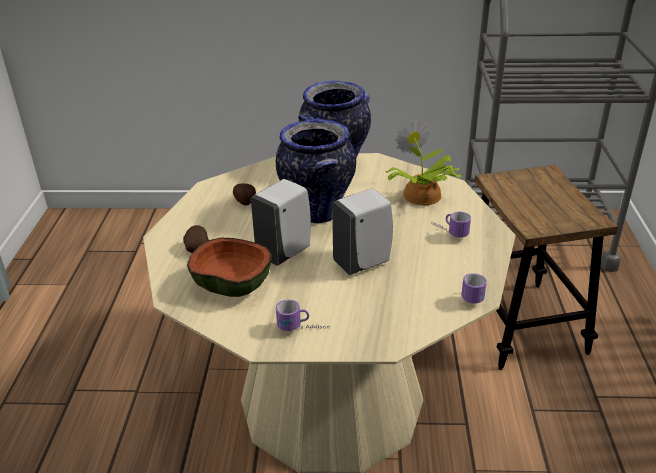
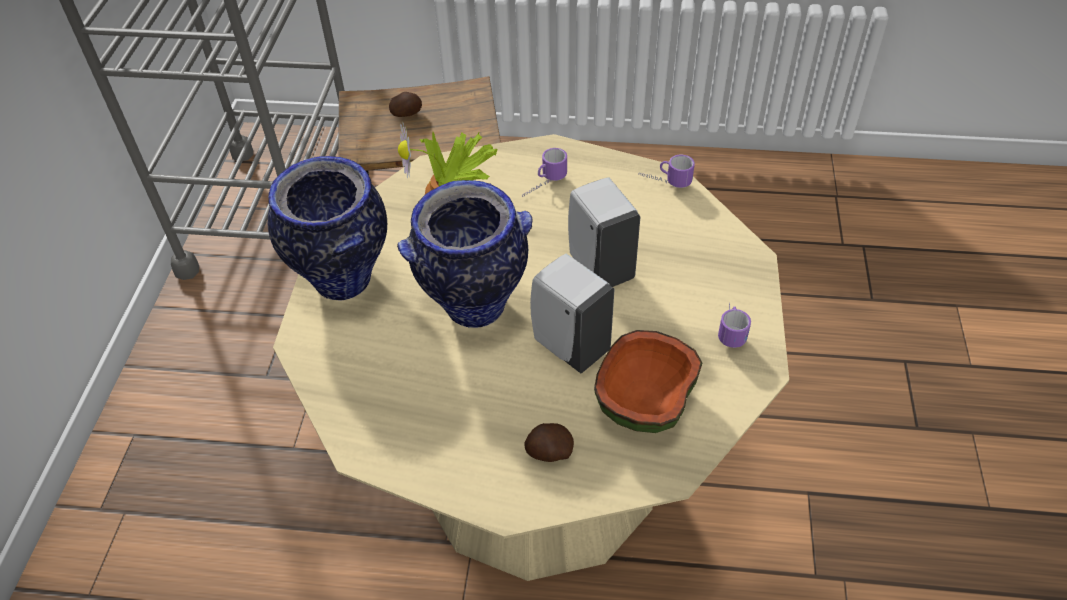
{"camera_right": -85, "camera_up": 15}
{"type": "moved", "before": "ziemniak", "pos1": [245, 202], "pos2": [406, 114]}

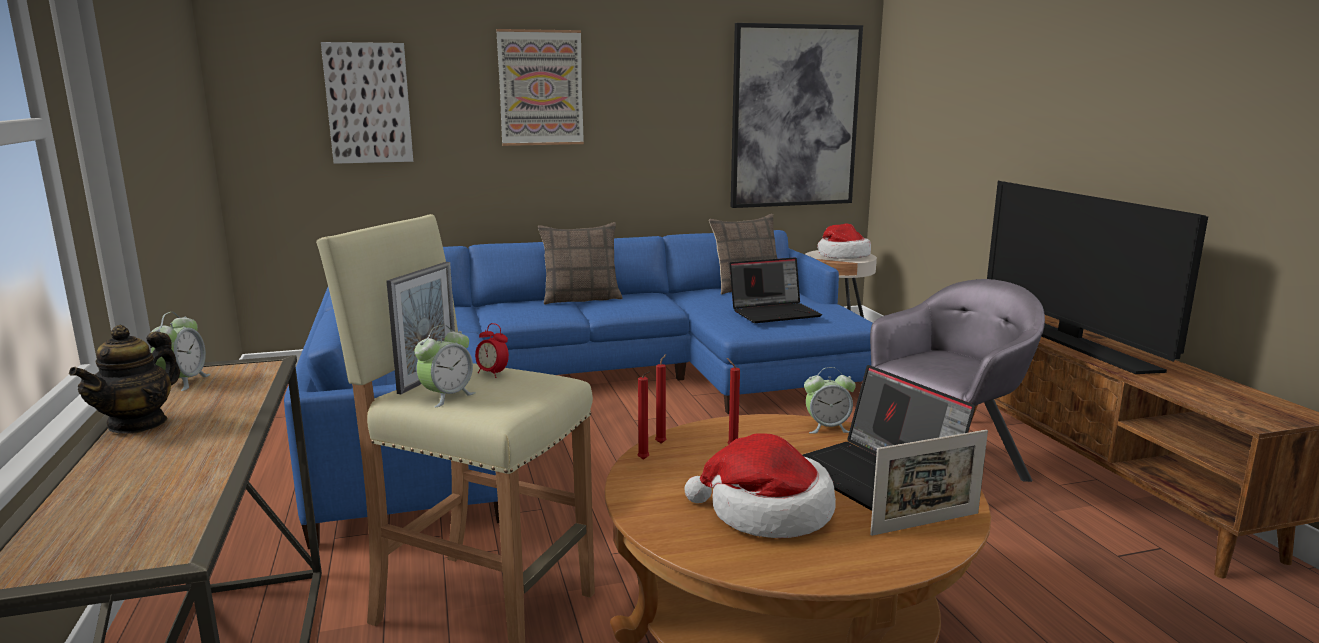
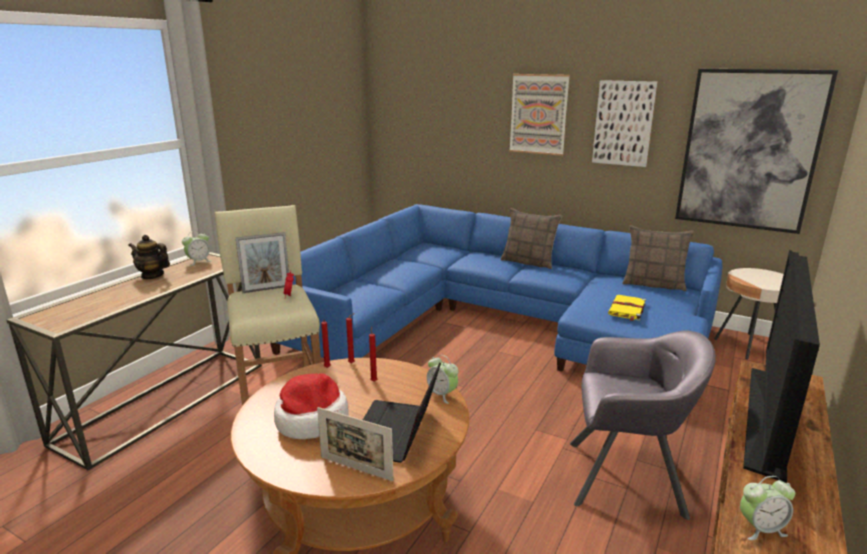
{"camera_right": 45, "camera_up": 5}
{"type": "turned", "before": "imbryk", "pos1": [138, 423], "pos2": [152, 275], "turn": 45}
{"type": "moved", "before": "obraz", "pos1": [368, 103], "pos2": [623, 123]}
{"type": "moved", "before": "budzik", "pos1": [447, 397], "pos2": [760, 529]}
{"type": "replaced", "before": "laptop", "after": "książka [żółty]", "pos1": [775, 312], "pos2": [627, 309]}
{"type": "removed", "before": "kapelusz", "pos1": [842, 256]}

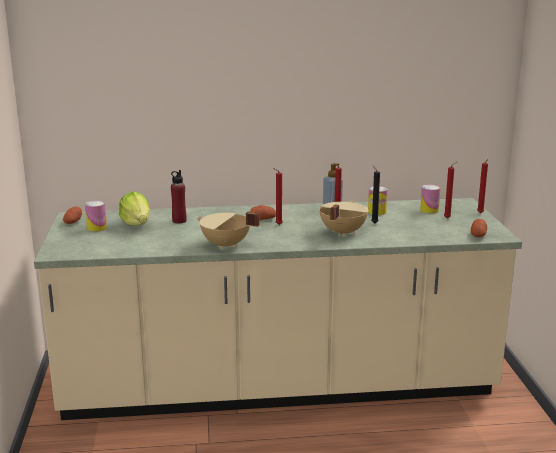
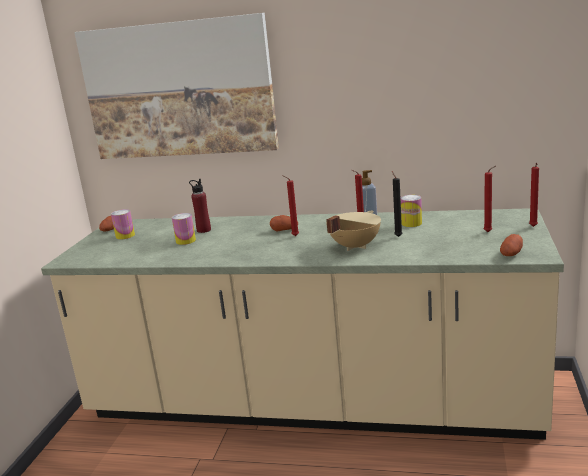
{"camera_right": 20, "camera_up": 0}
{"type": "removed", "before": "sałata", "pos1": [137, 224]}
{"type": "removed", "before": "garnek [beżowy]", "pos1": [225, 245]}
{"type": "moved", "before": "puszka", "pos1": [429, 210], "pos2": [185, 241]}
{"type": "added", "after": "obraz", "pos2": [179, 89]}

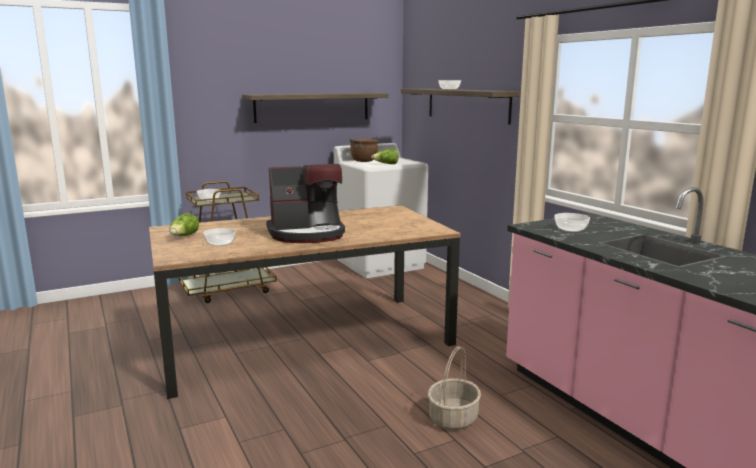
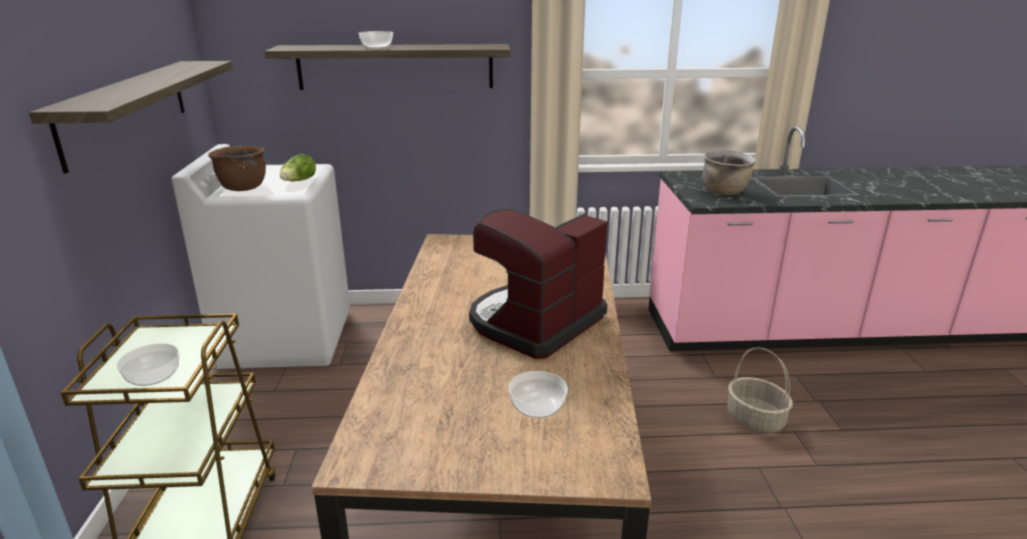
{"camera_right": -65, "camera_up": 10}
{"type": "removed", "before": "sałata", "pos1": [184, 236]}
{"type": "turned", "before": "ekspres do kawy", "pos1": [307, 234], "pos2": [534, 323], "turn": -150}
{"type": "replaced", "before": "miska", "after": "garnek [brązowy]", "pos1": [571, 229], "pos2": [724, 192]}

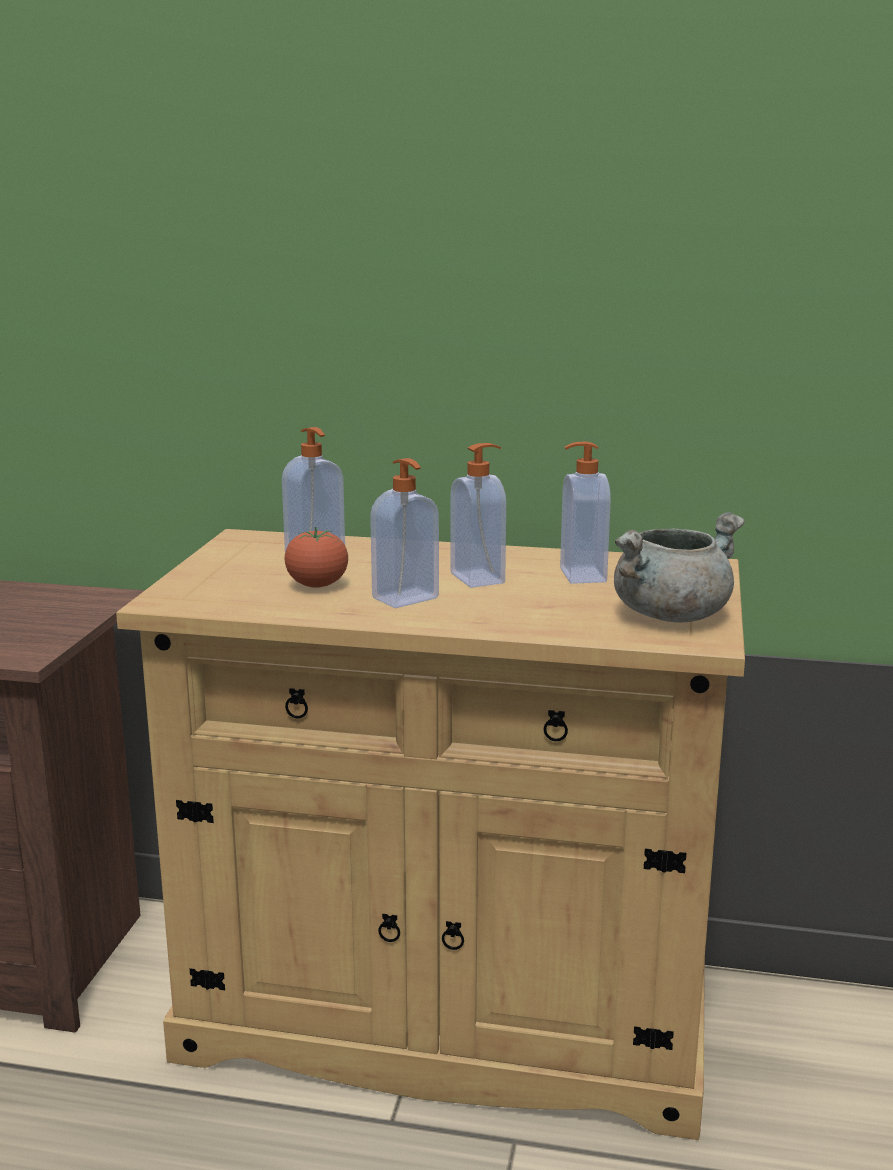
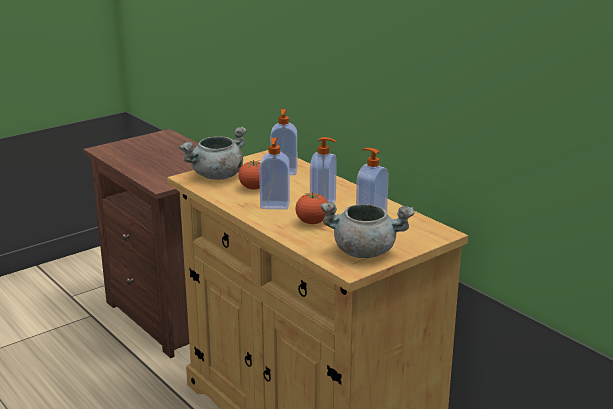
{"camera_right": 40, "camera_up": 5}
{"type": "added", "after": "garnek [szary]", "pos2": [217, 176]}
{"type": "added", "after": "pomidor", "pos2": [312, 222]}

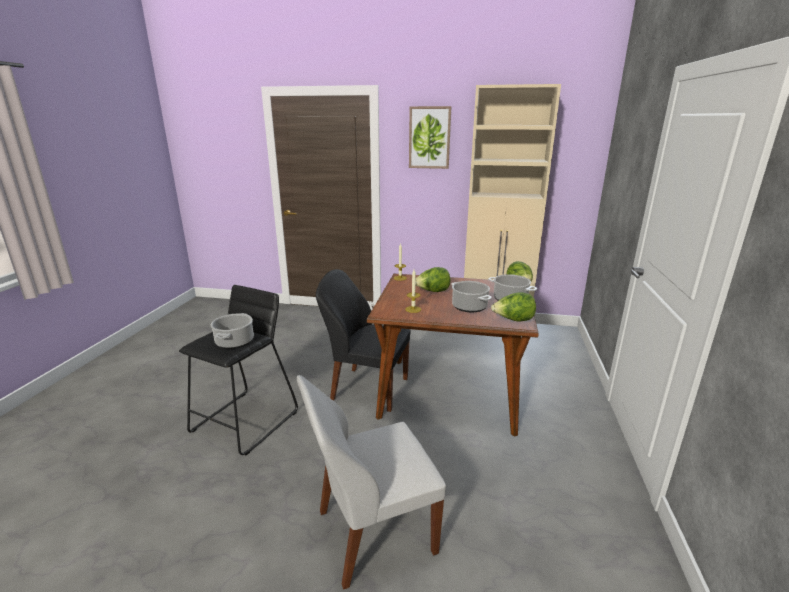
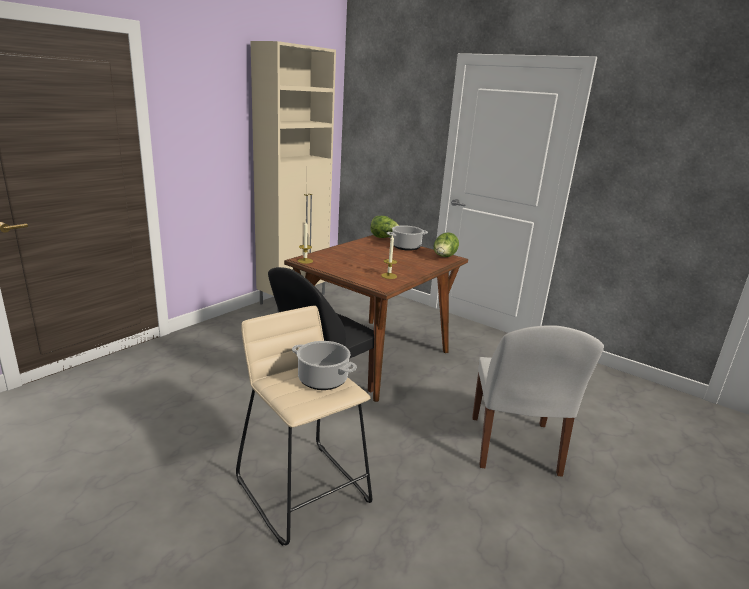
{"camera_right": -65, "camera_up": 0}
{"type": "recoloured", "before": "stołek [czarny]", "after": "stołek [beżowy]", "pos1": [245, 422], "pos2": [304, 490]}
{"type": "removed", "before": "obraz", "pos1": [429, 137]}
{"type": "removed", "before": "sałata", "pos1": [432, 292]}
{"type": "removed", "before": "garnek", "pos1": [469, 307]}

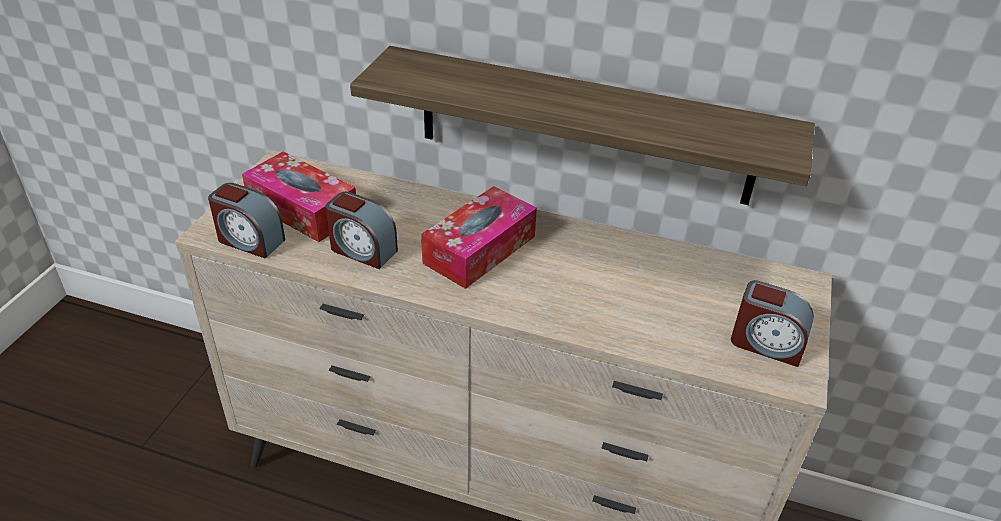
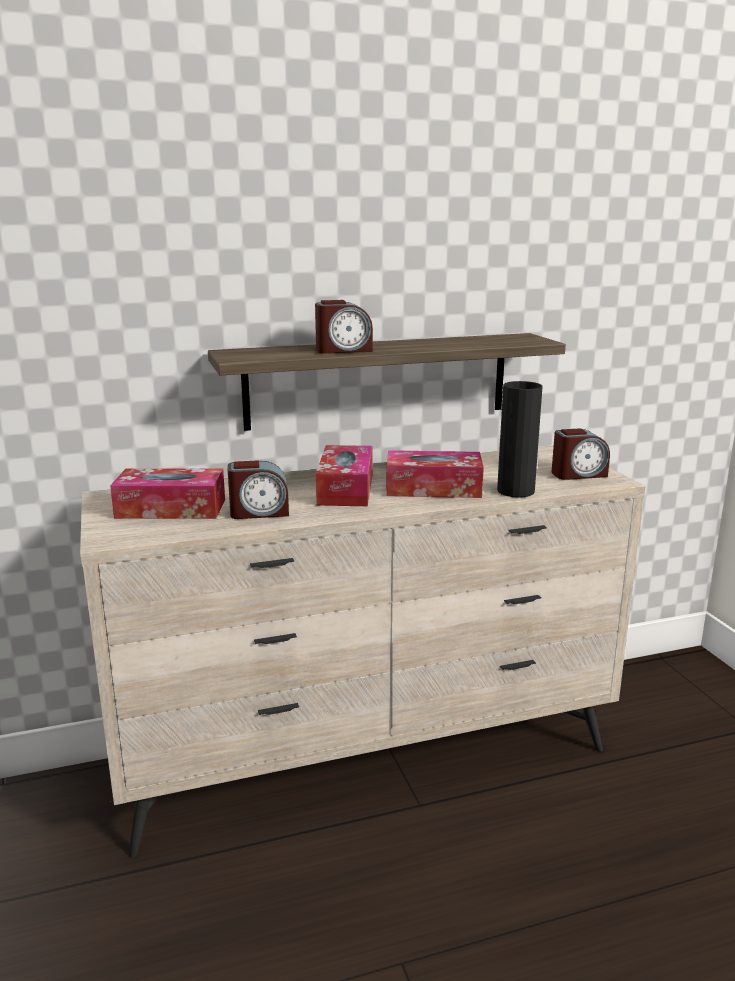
{"camera_right": -35, "camera_up": -20}
{"type": "moved", "before": "budzik", "pos1": [250, 240], "pos2": [343, 350]}
{"type": "added", "after": "pudełko chusteczek", "pos2": [433, 488]}
{"type": "added", "after": "wazon [czarny]", "pos2": [515, 491]}

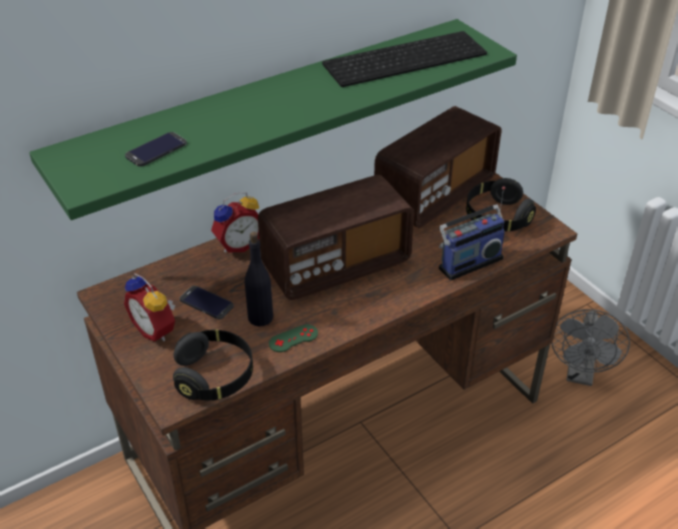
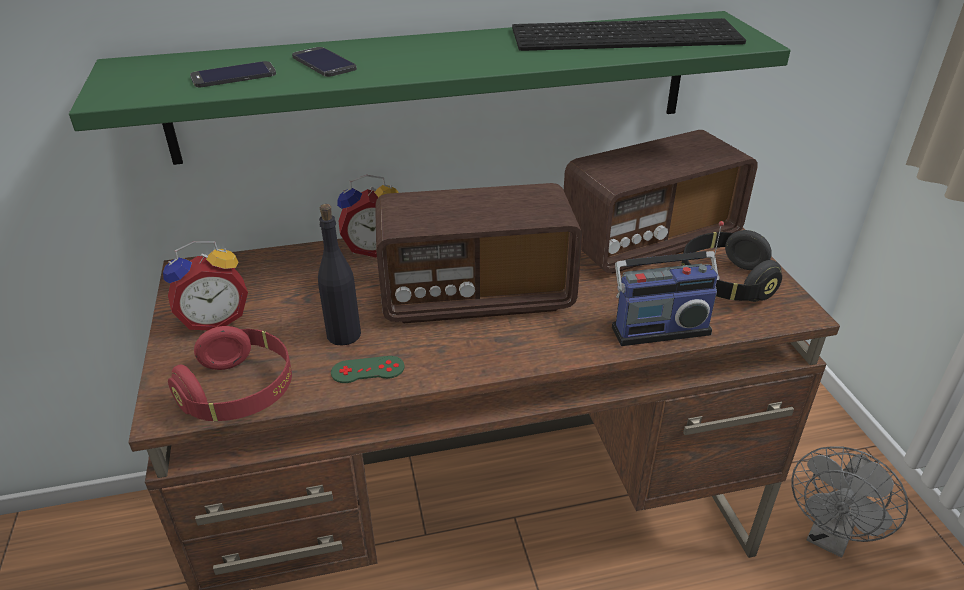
{"camera_right": 20, "camera_up": -5}
{"type": "turned", "before": "budzik", "pos1": [156, 329], "pos2": [214, 319], "turn": -90}
{"type": "recoloured", "before": "słuchawki [czarny]", "after": "słuchawki [czerwony]", "pos1": [214, 376], "pos2": [239, 392]}
{"type": "moved", "before": "telefon", "pos1": [206, 303], "pos2": [324, 63]}

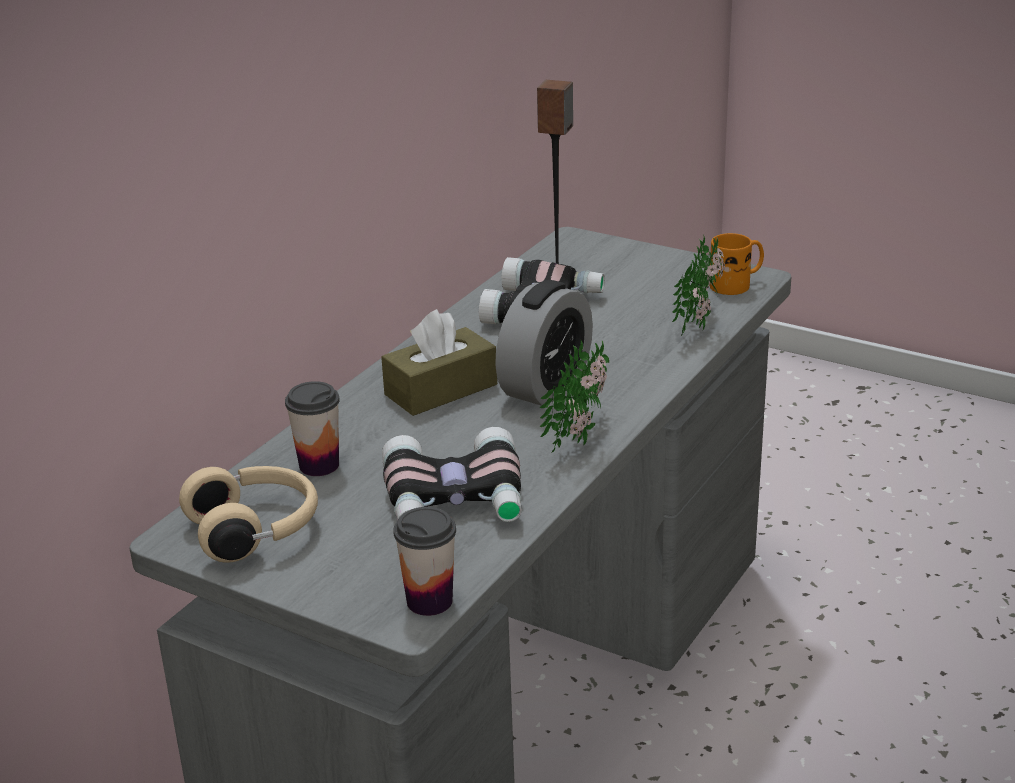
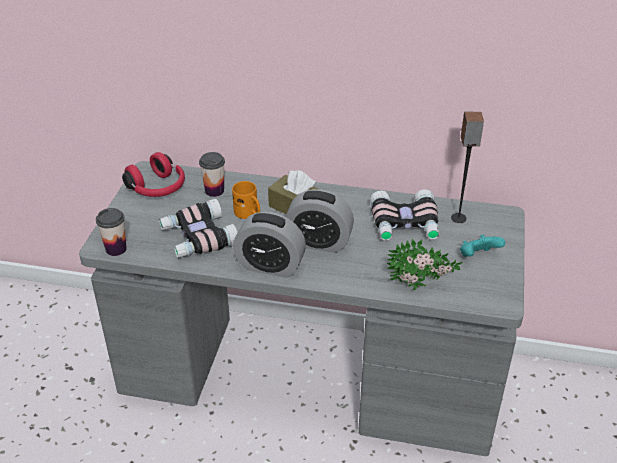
{"camera_right": 70, "camera_up": 10}
{"type": "recoloured", "before": "słuchawki [beżowy]", "after": "słuchawki [czerwony]", "pos1": [256, 530], "pos2": [158, 188]}
{"type": "replaced", "before": "roślina doniczkowa", "after": "budzik", "pos1": [582, 437], "pos2": [270, 266]}
{"type": "moved", "before": "kubek [pomarańczowy]", "pos1": [736, 284], "pos2": [249, 213]}
{"type": "added", "after": "pad do gier [turkusowy]", "pos2": [478, 256]}

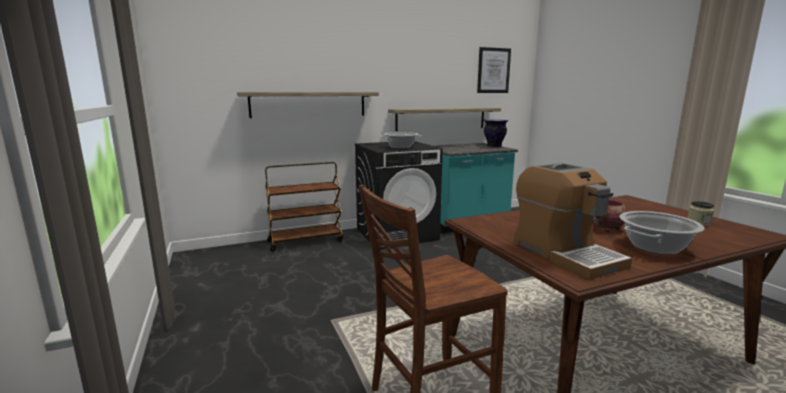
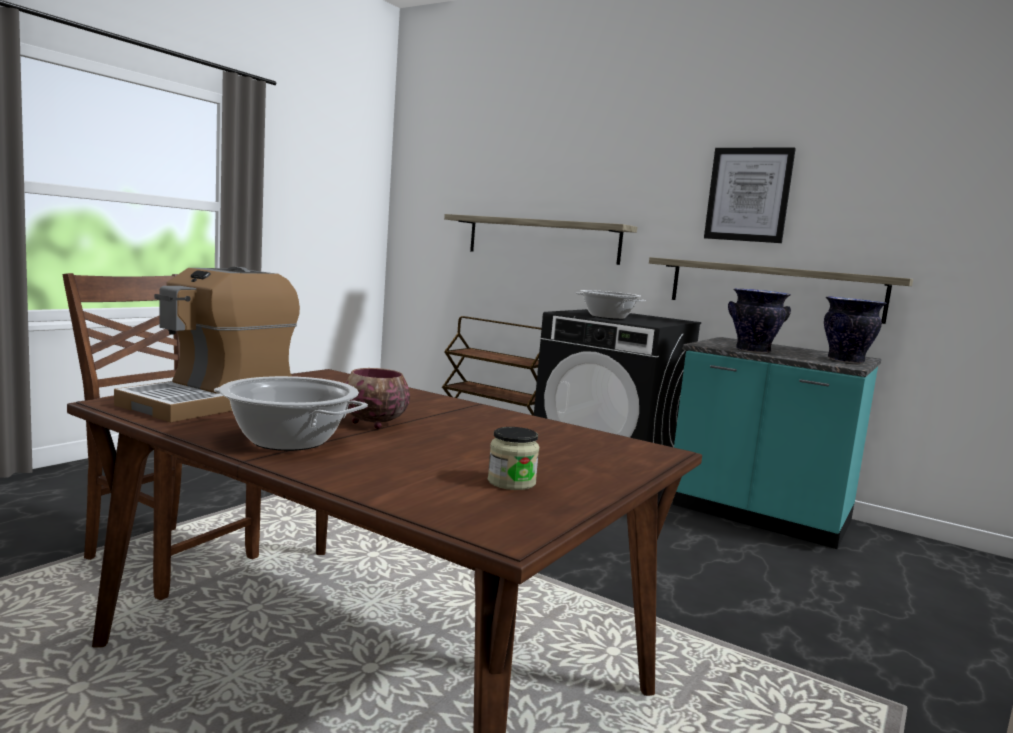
{"camera_right": 55, "camera_up": -5}
{"type": "moved", "before": "obraz", "pos1": [493, 70], "pos2": [748, 195]}
{"type": "added", "after": "wazon", "pos2": [753, 351]}

